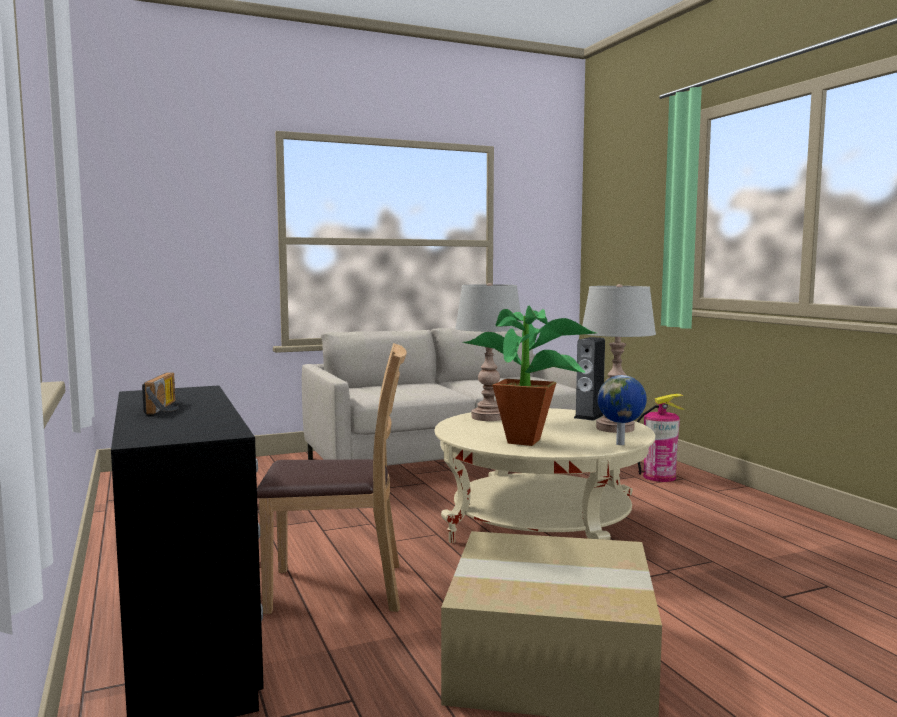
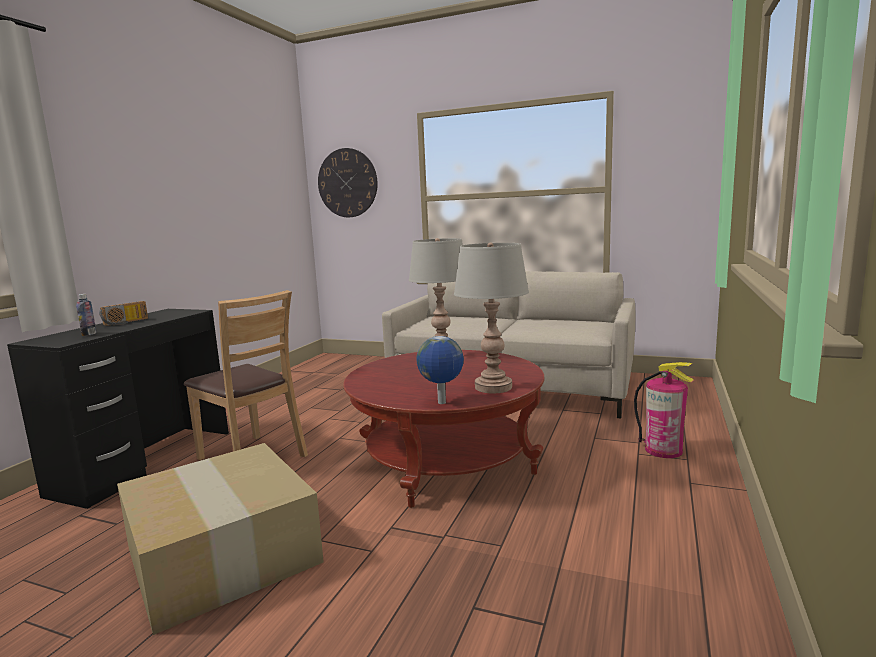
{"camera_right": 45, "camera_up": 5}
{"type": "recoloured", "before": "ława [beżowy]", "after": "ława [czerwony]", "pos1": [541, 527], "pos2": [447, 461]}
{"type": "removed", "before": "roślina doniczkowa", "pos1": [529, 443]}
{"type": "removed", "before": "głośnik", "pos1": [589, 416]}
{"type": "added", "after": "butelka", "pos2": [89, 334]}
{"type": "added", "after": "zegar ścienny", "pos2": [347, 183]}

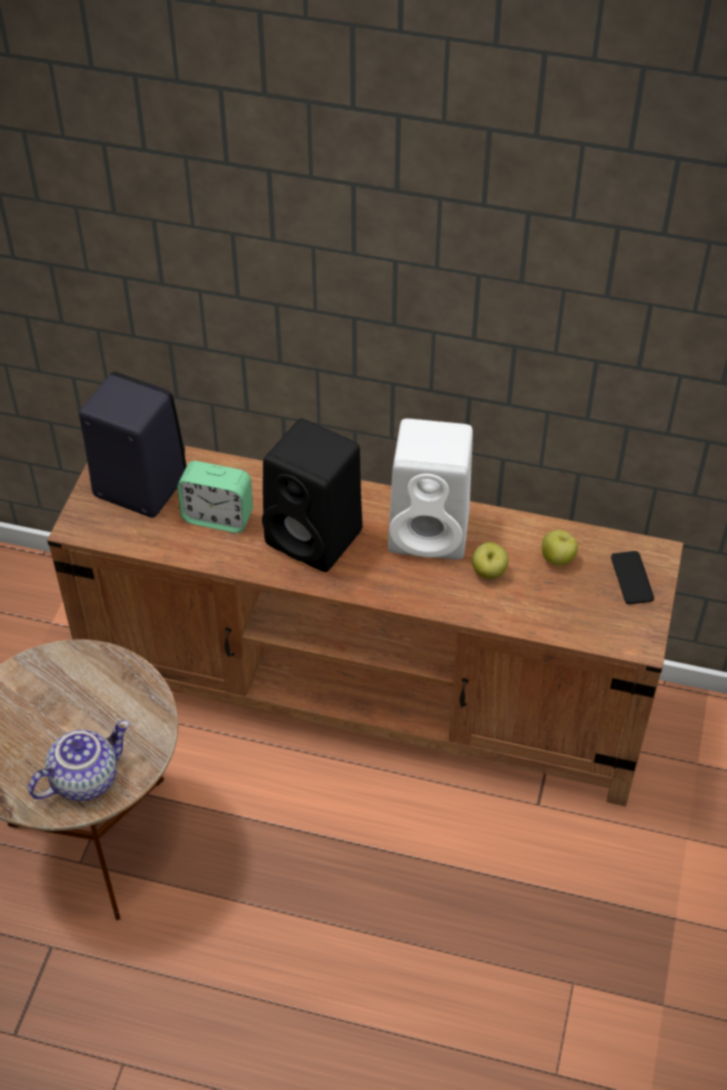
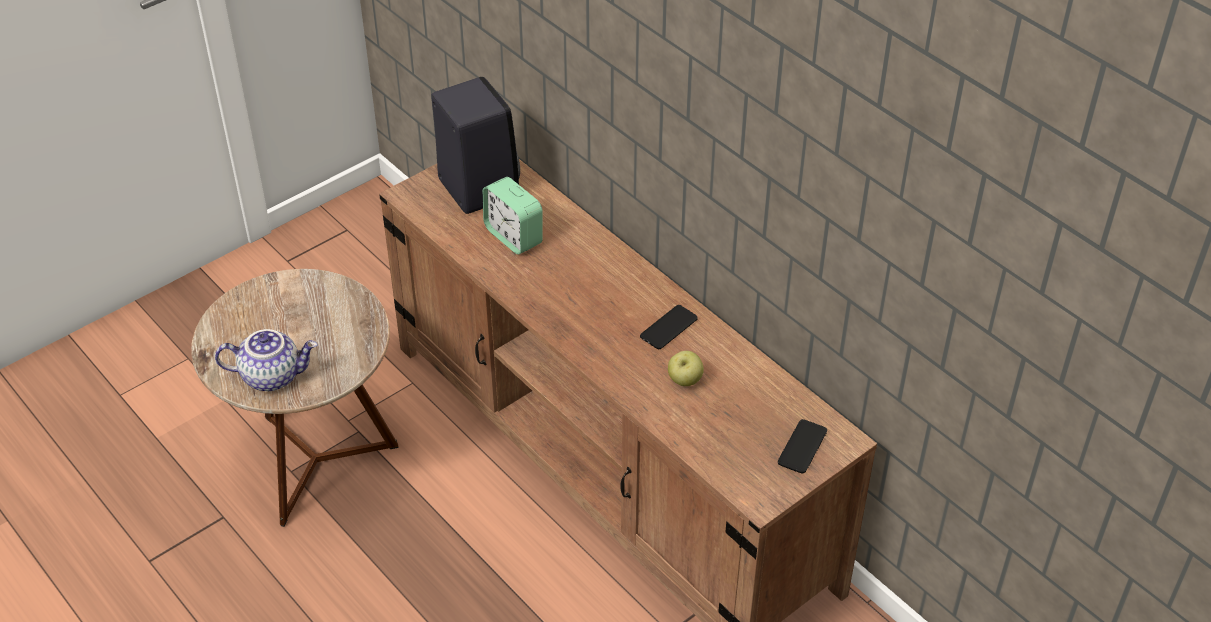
{"camera_right": 35, "camera_up": -5}
{"type": "removed", "before": "głośnik [czarny]", "pos1": [317, 538]}
{"type": "replaced", "before": "głośnik [biały]", "after": "telefon", "pos1": [432, 531], "pos2": [668, 328]}
{"type": "removed", "before": "jabłko", "pos1": [557, 559]}

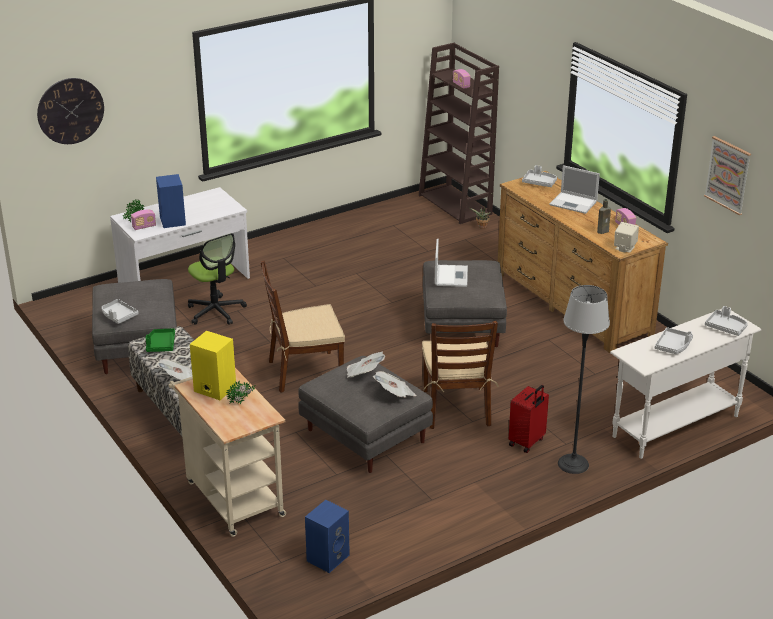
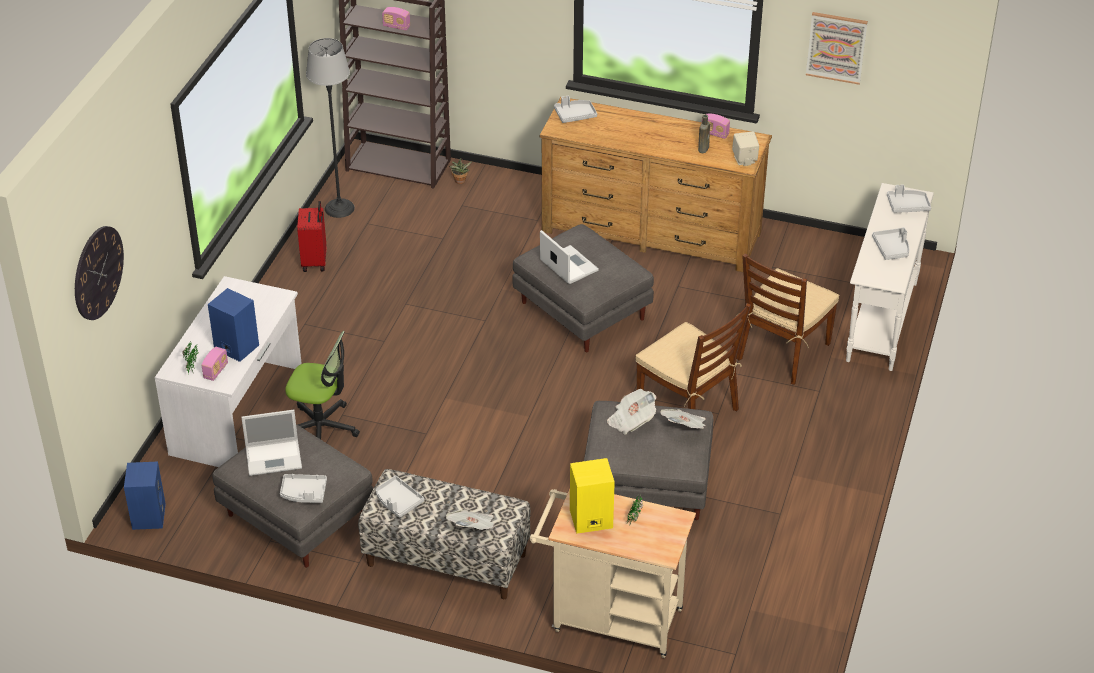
{"camera_right": -40, "camera_up": 10}
{"type": "recoloured", "before": "taca [zielony]", "after": "taca [szary]", "pos1": [161, 345], "pos2": [398, 501]}
{"type": "moved", "before": "krzesło [brązowy]", "pos1": [304, 372], "pos2": [783, 352]}
{"type": "moved", "before": "głośnik [niebieski]", "pos1": [328, 557], "pos2": [148, 515]}
{"type": "moved", "before": "walizka [czerwony]", "pos1": [527, 442], "pos2": [315, 261]}
{"type": "moved", "before": "laptop", "pos1": [574, 203], "pos2": [275, 457]}
{"type": "moved", "before": "lampa stojąca", "pos1": [573, 463], "pos2": [339, 208]}

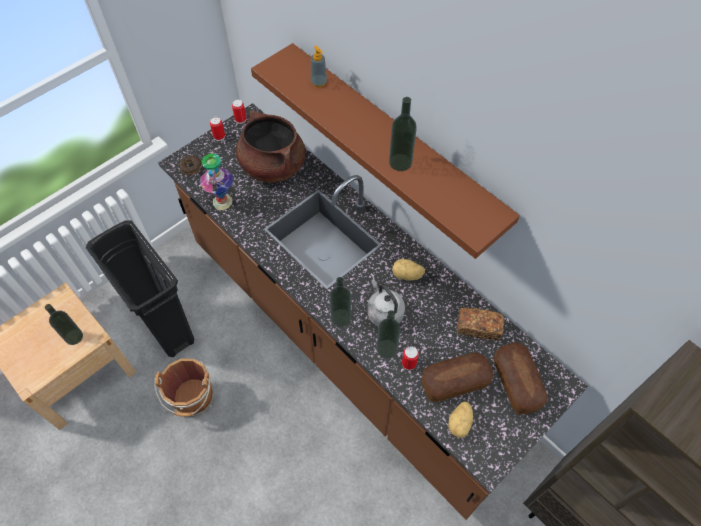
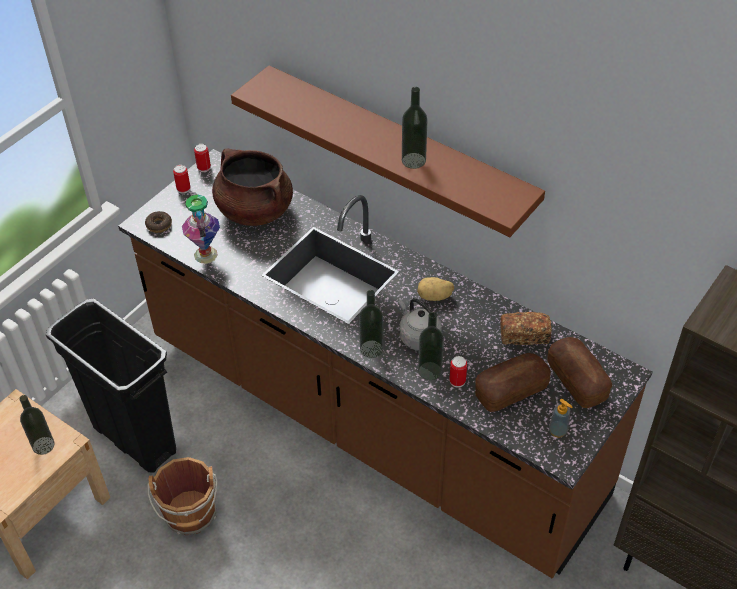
{"camera_right": -10, "camera_up": -10}
{"type": "moved", "before": "dozownik mydła", "pos1": [319, 82], "pos2": [558, 431]}
{"type": "removed", "before": "ziemniak", "pos1": [460, 423]}

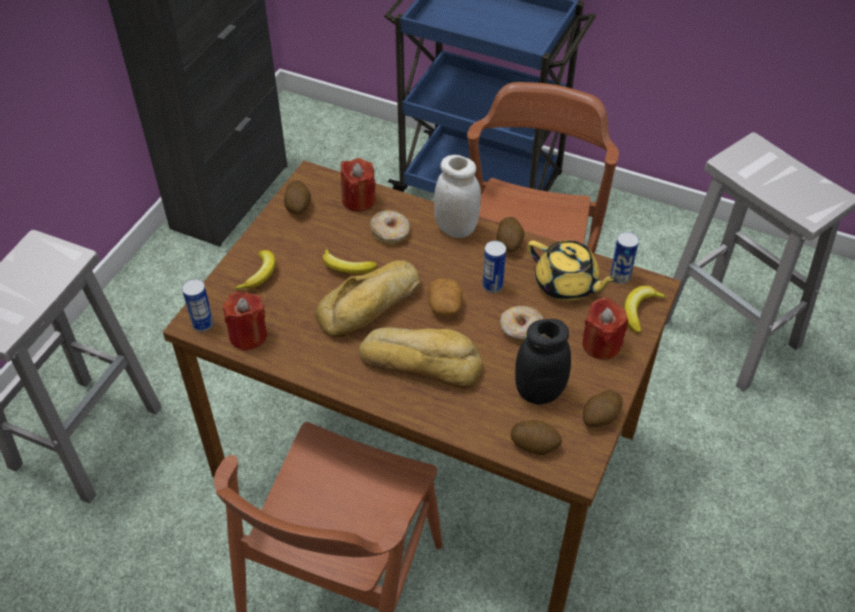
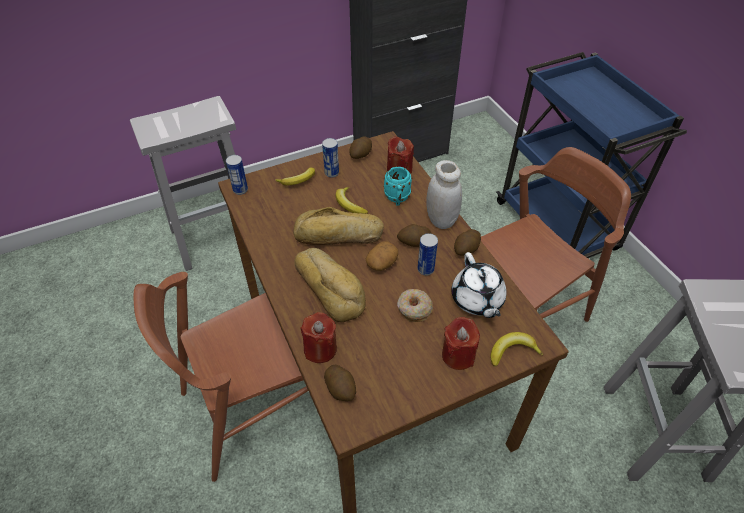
{"camera_right": 40, "camera_up": 0}
{"type": "moved", "before": "świeca [czerwony]", "pos1": [248, 335], "pos2": [320, 349]}
{"type": "replaced", "before": "donut", "after": "kubek [turkusowy]", "pos1": [390, 232], "pos2": [397, 199]}
{"type": "removed", "before": "słoik [czarny]", "pos1": [539, 391]}
{"type": "recoloured", "before": "imbryk [żółty]", "after": "imbryk [biały]", "pos1": [567, 284], "pos2": [477, 300]}
{"type": "moved", "before": "ziemniak", "pos1": [600, 417], "pos2": [414, 242]}
{"type": "moved", "before": "puszka", "pos1": [620, 277], "pos2": [331, 173]}

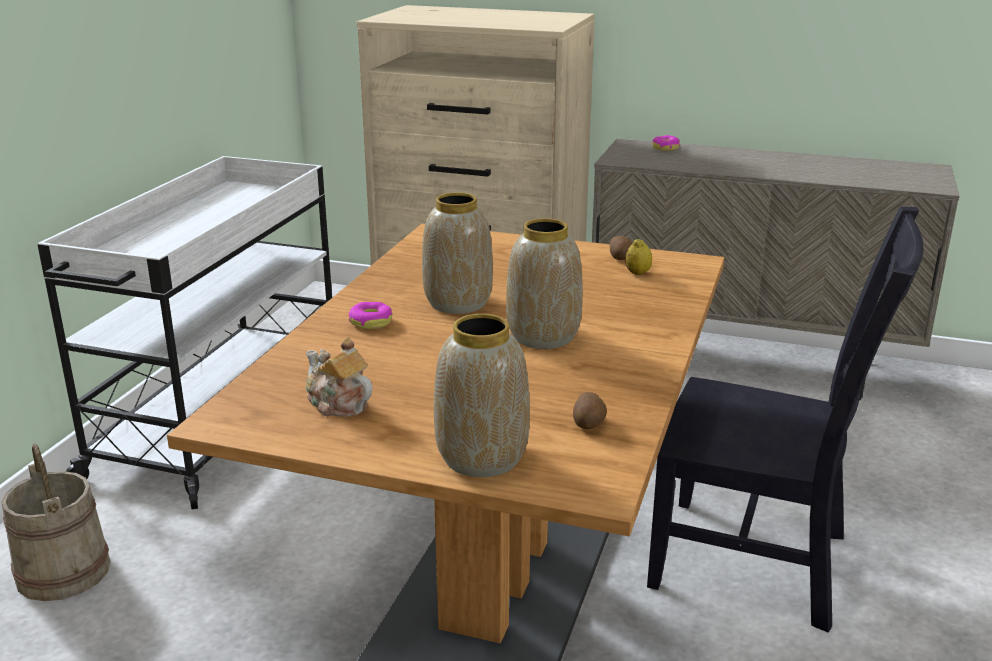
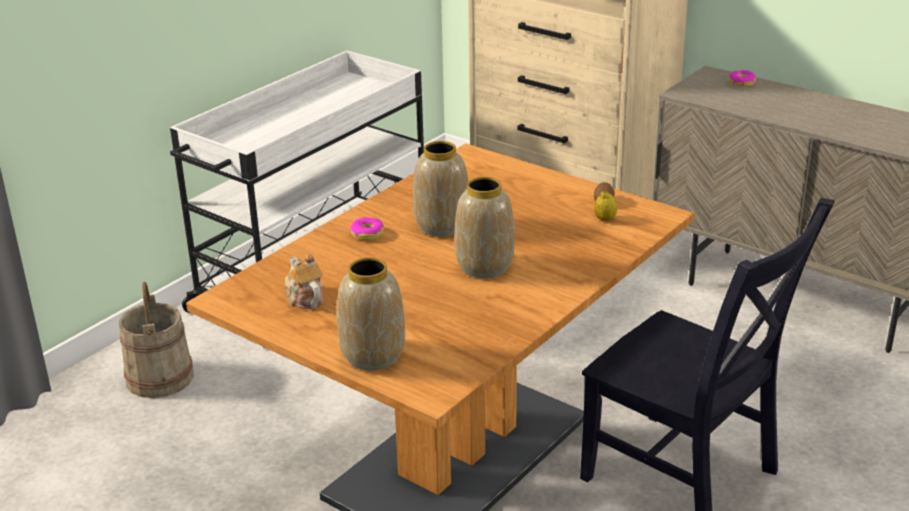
{"camera_right": 20, "camera_up": 5}
{"type": "removed", "before": "ziemniak", "pos1": [589, 423]}

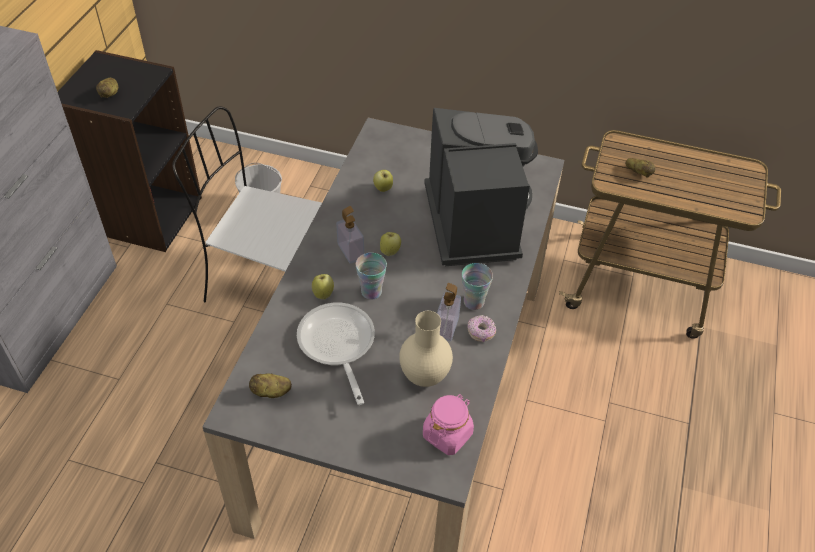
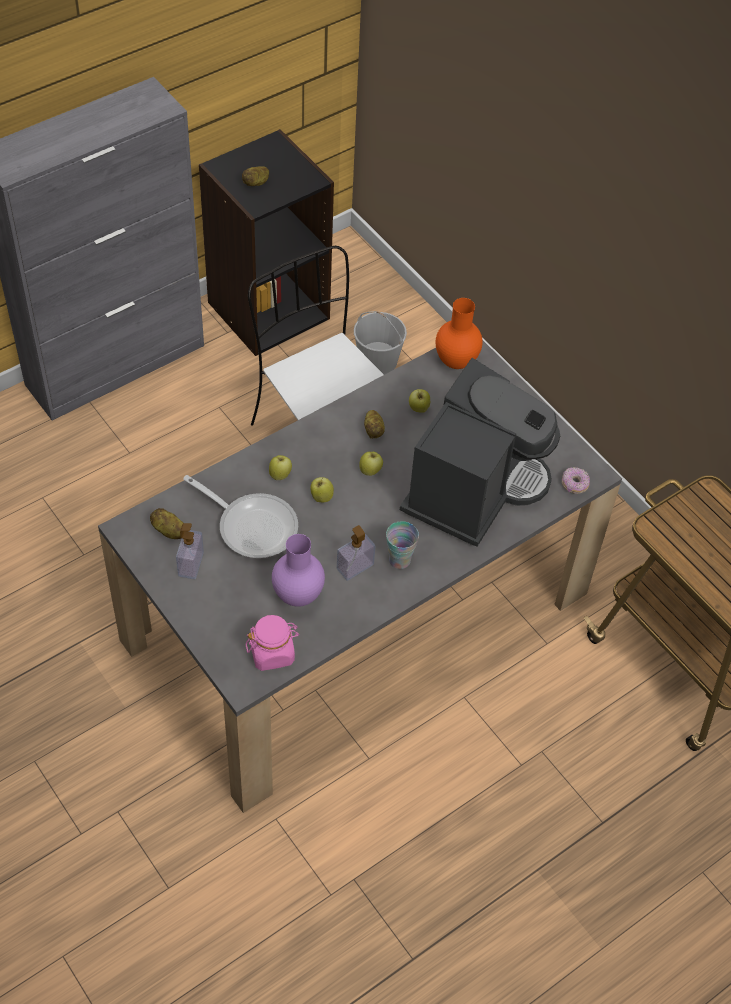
{"camera_right": 35, "camera_up": 5}
{"type": "turned", "before": "patelnia", "pos1": [337, 345], "pos2": [252, 526], "turn": 105}
{"type": "moved", "before": "dozownik mydła", "pos1": [350, 251], "pos2": [191, 564]}
{"type": "replaced", "before": "filiżanka", "after": "jabłko", "pos1": [371, 292], "pos2": [321, 497]}
{"type": "recoloured", "before": "wazon [beżowy]", "after": "wazon [fioletowy]", "pos1": [424, 376], "pos2": [298, 595]}
{"type": "moved", "before": "donut", "pos1": [481, 332], "pos2": [574, 484]}
{"type": "moved", "before": "ziemniak", "pos1": [638, 173], "pos2": [374, 430]}
{"type": "added", "after": "wazon [pomarańczowy]", "pos2": [455, 361]}

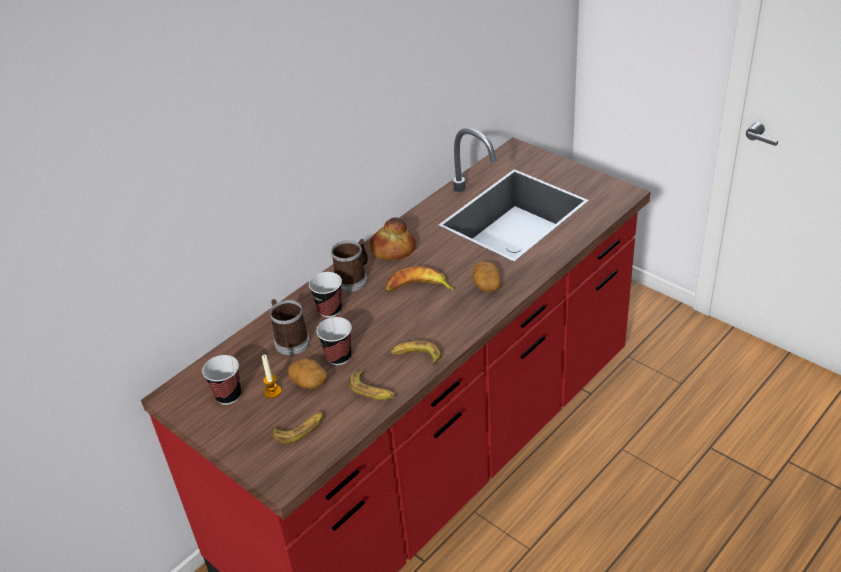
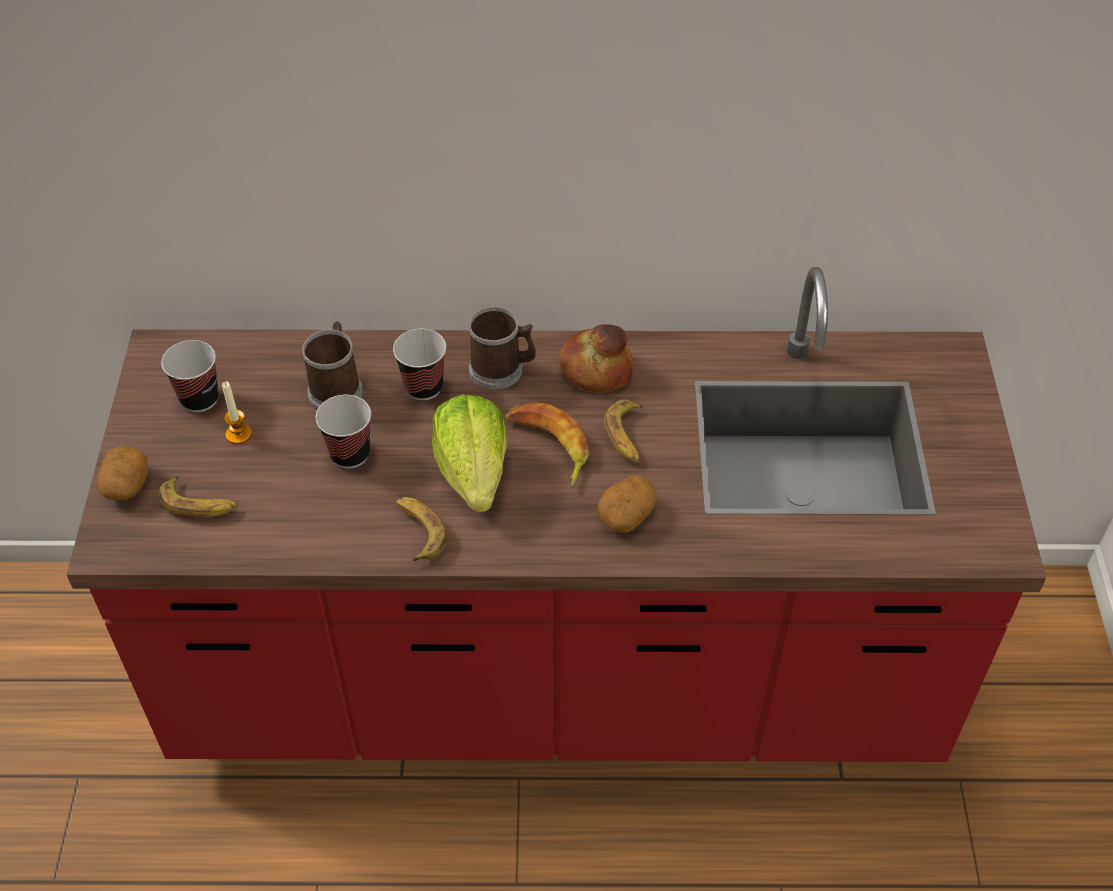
{"camera_right": 45, "camera_up": 10}
{"type": "moved", "before": "ziemniak", "pos1": [310, 382], "pos2": [127, 485]}
{"type": "moved", "before": "banan", "pos1": [372, 390], "pos2": [627, 436]}
{"type": "added", "after": "sałata", "pos2": [473, 473]}

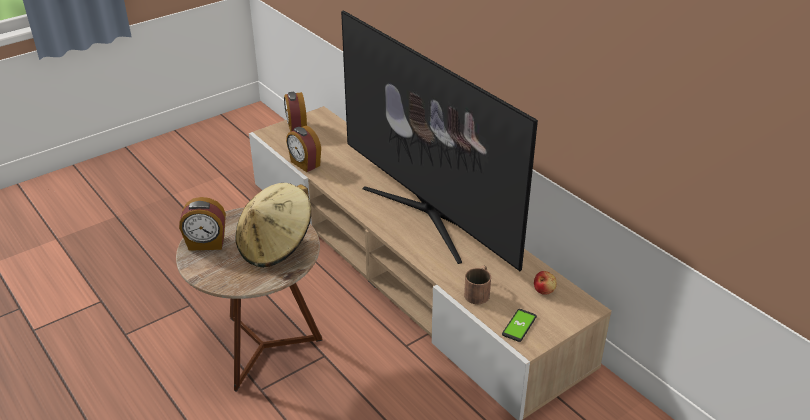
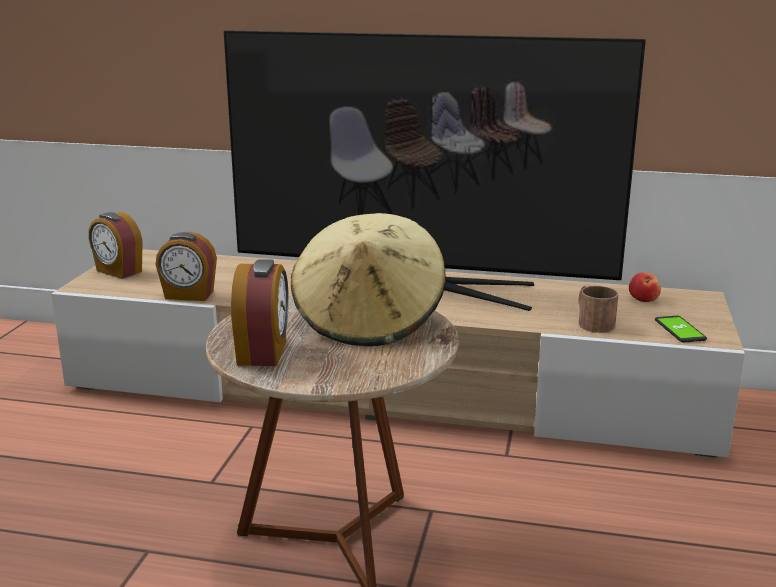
{"camera_right": -40, "camera_up": -15}
{"type": "turned", "before": "budzik", "pos1": [206, 244], "pos2": [264, 352], "turn": -45}

